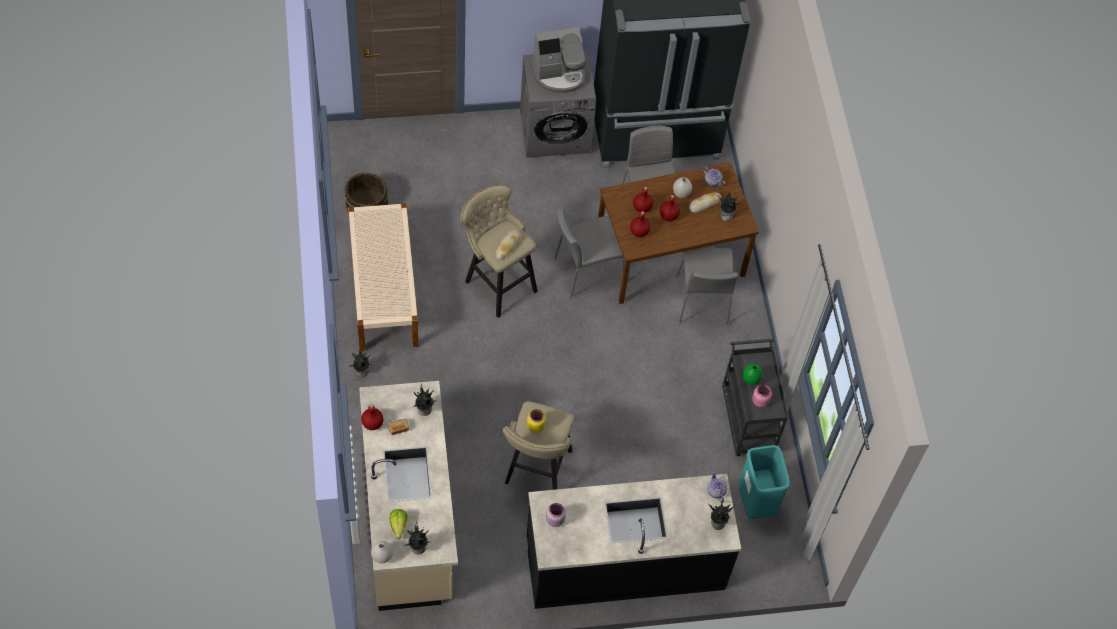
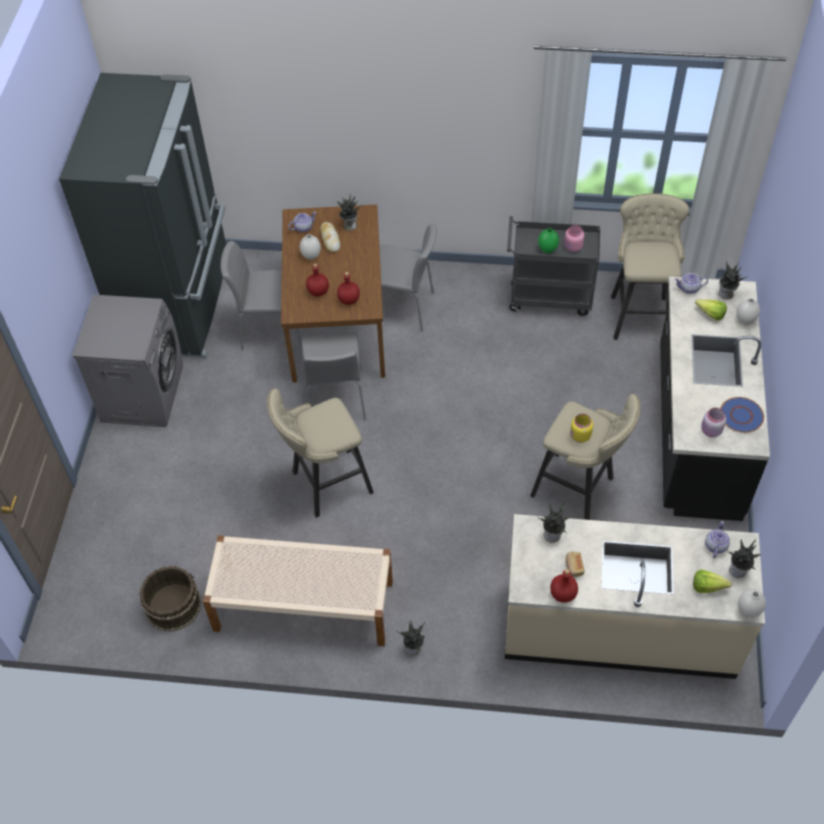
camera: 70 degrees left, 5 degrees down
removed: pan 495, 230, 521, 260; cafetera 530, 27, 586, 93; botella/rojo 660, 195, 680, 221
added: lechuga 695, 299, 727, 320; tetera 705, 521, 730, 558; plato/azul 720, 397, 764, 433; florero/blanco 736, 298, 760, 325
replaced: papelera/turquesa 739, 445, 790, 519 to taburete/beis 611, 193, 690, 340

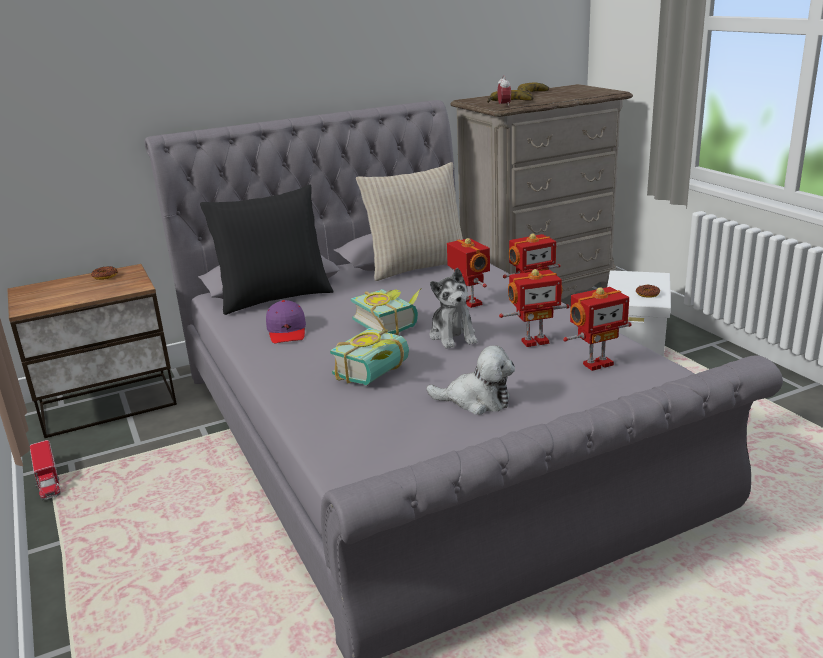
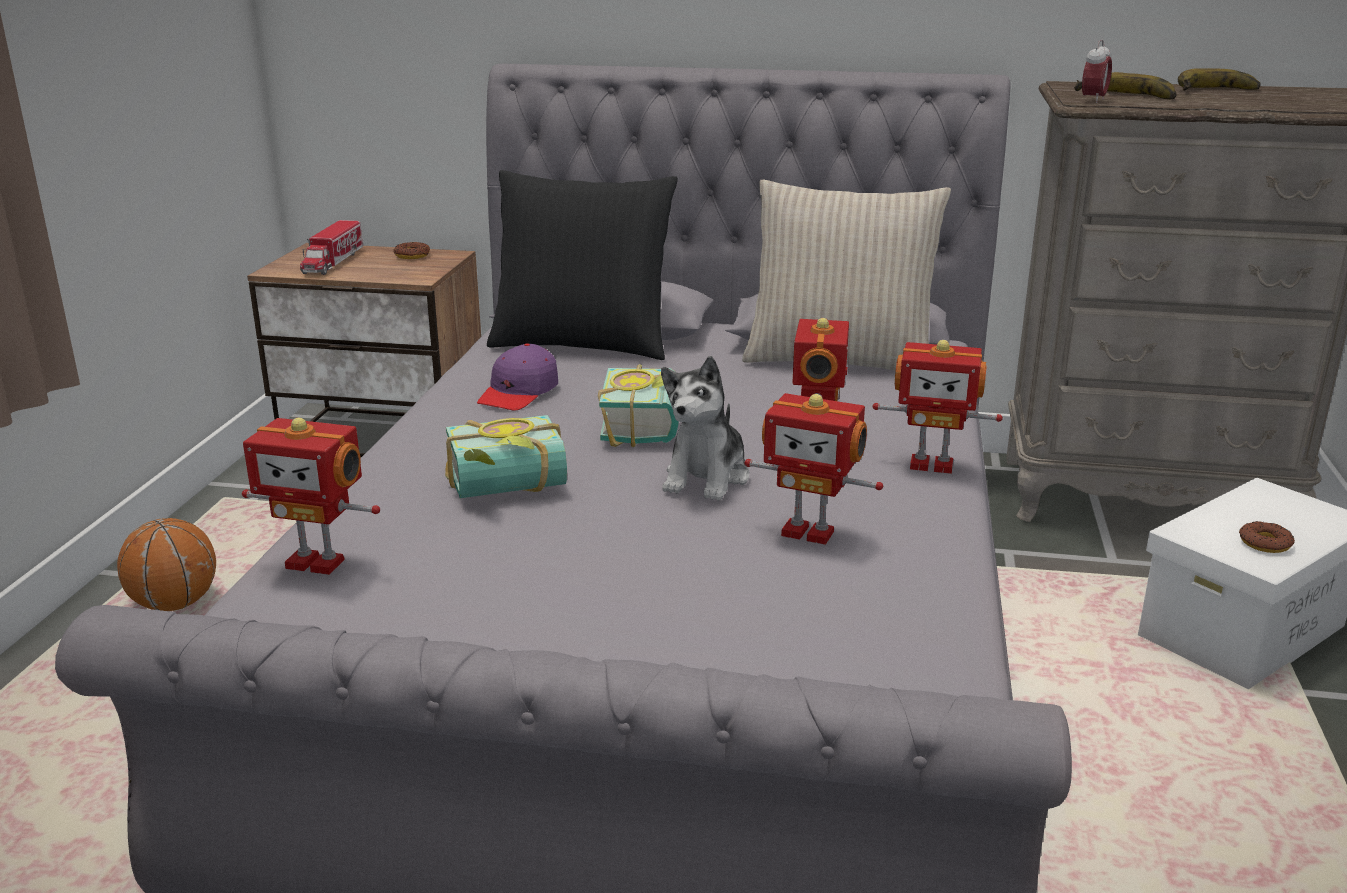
camera: 35 degrees right, 0 degrees up
removed: peluche 426, 346, 515, 415
added: balón de baloncesto 117, 518, 216, 611
moved: camión de juguete 30, 440, 61, 500 to 300, 220, 363, 275; robot de juguete 563, 287, 632, 371 to 242, 417, 380, 575

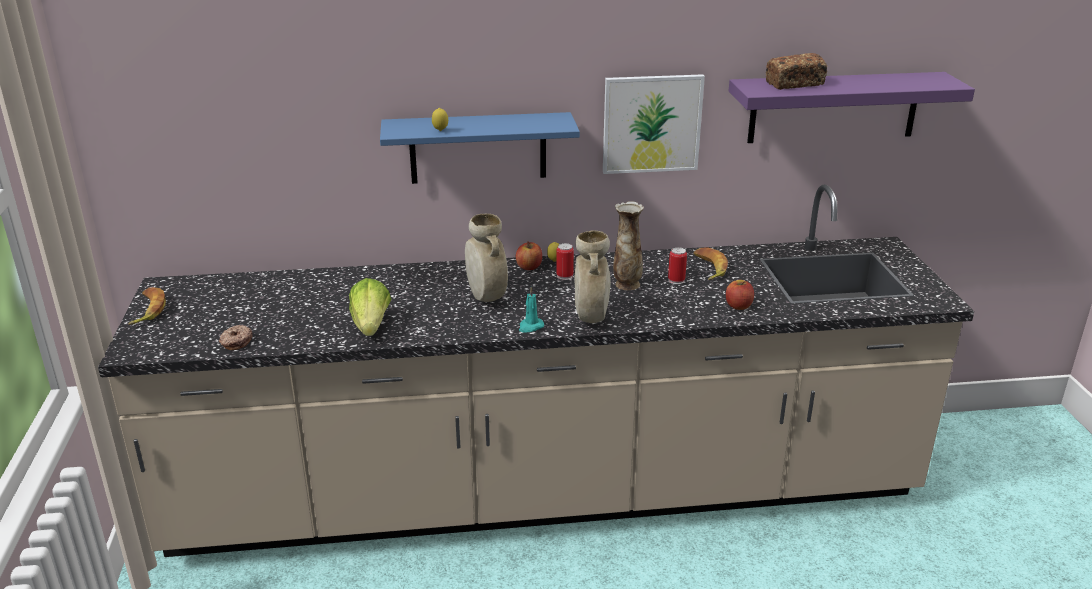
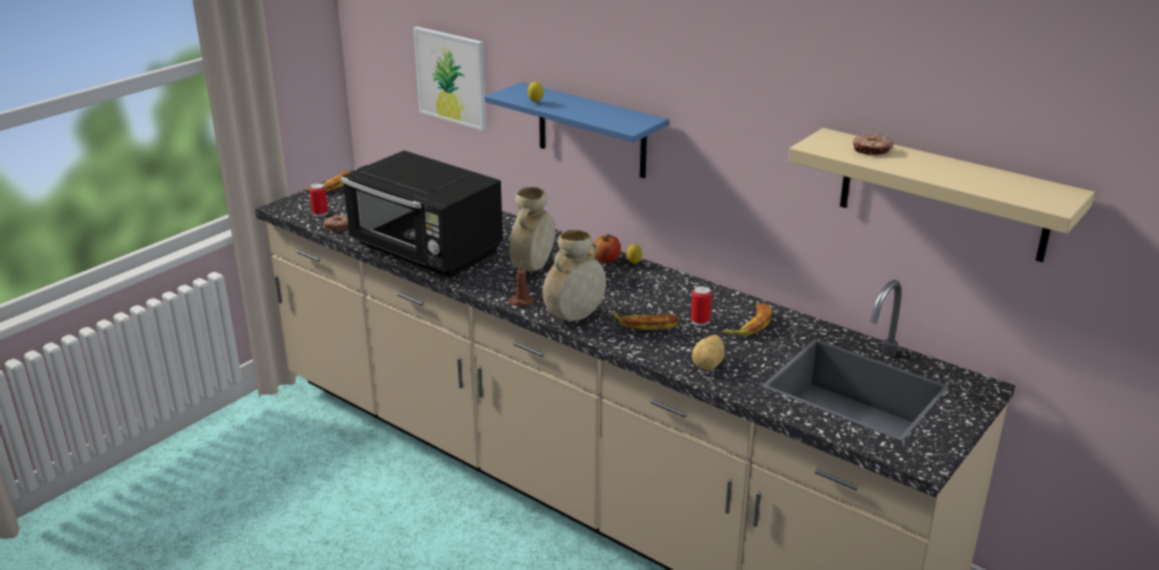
camera: 45 degrees right, 0 degrees up
removed: florero 613, 201, 644, 290
added: plátano 611, 311, 680, 330
moved: lata 556, 243, 574, 280 to 309, 183, 328, 217; cuadro 603, 74, 705, 174 to 413, 27, 487, 131
replaced: lechuga 349, 278, 391, 336 to microondas/negro 341, 151, 503, 278; manzana 726, 280, 754, 310 to patata 692, 335, 724, 371; pan 765, 53, 828, 90 to rosquilla 853, 134, 894, 155
recoloured: vela/turquesa 519, 287, 544, 333 to vela/marrón 507, 263, 534, 306; estante/morado 729, 72, 975, 143 to estante/beis 788, 128, 1095, 262

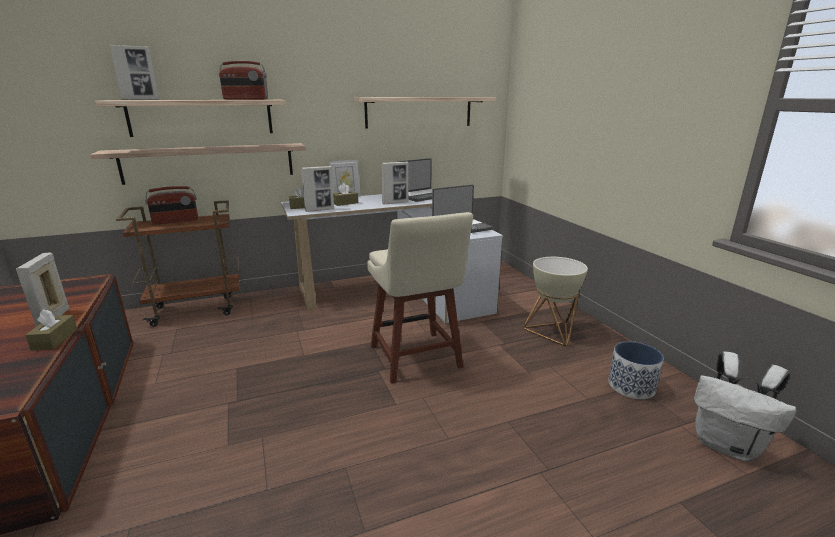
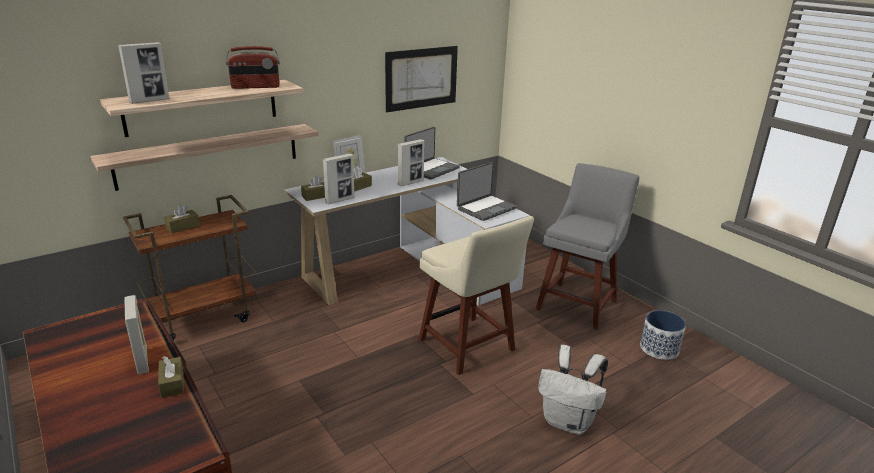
camera: 15 degrees left, 5 degrees up
moved: mochila/blanco 694, 351, 796, 461 to 538, 345, 608, 435
replaced: radio 145, 186, 198, 225 to caja de pañuelos/marrón 164, 205, 200, 233; estante 353, 97, 496, 128 to cuadro 385, 46, 458, 112; maceta 523, 257, 588, 346 to taburete/gris 536, 163, 640, 330

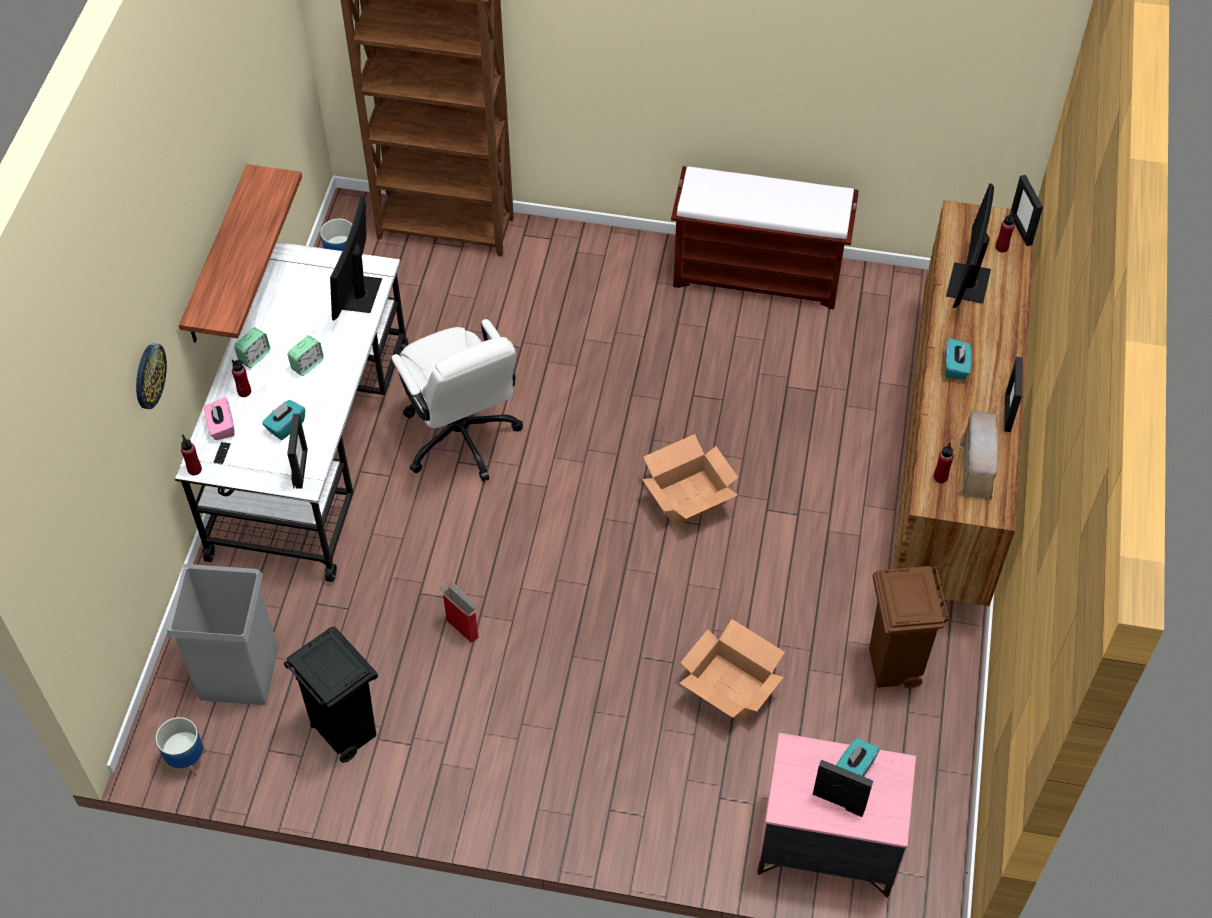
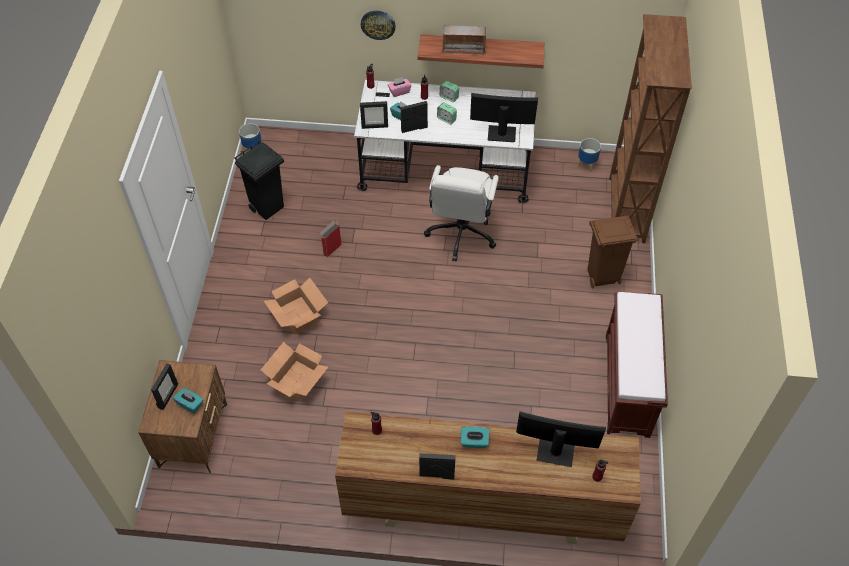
camera: 85 degrees right, 0 degrees up
removed: papelera/gris 167, 564, 278, 705
moved: caja de cartón 642, 434, 738, 527 to 264, 278, 328, 335; papelera/marrón 869, 566, 950, 688 to 587, 215, 638, 288; radio 958, 409, 998, 499 to 441, 25, 488, 55; portarretratos 1011, 175, 1043, 246 to 401, 101, 428, 133
recoloured: mesita de noche/rosa 757, 733, 916, 898 to mesita de noche/marrón 138, 360, 227, 473
turned: silla de oficina/blanco 392, 319, 523, 482 = 424, 165, 499, 261 45 degrees counterclockwise

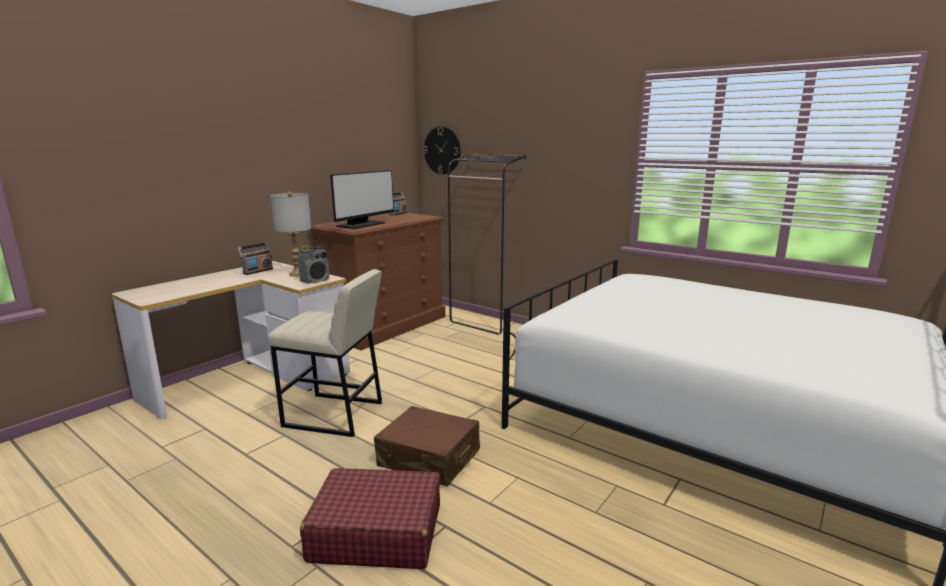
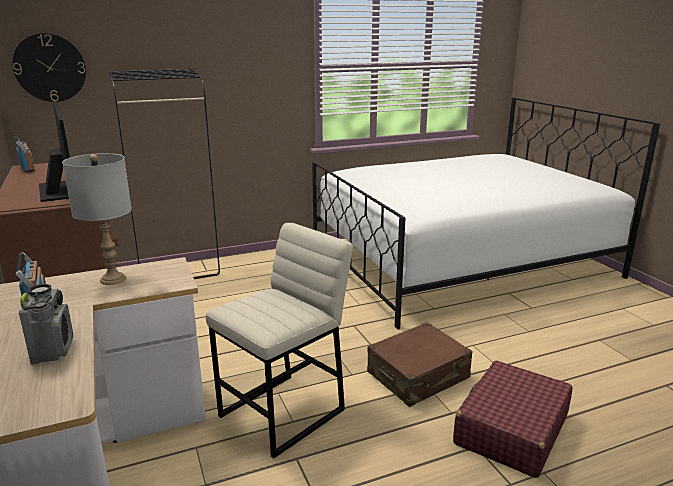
camera: 60 degrees left, 5 degrees up
moved: radio 297, 245, 329, 284 to 19, 284, 73, 364

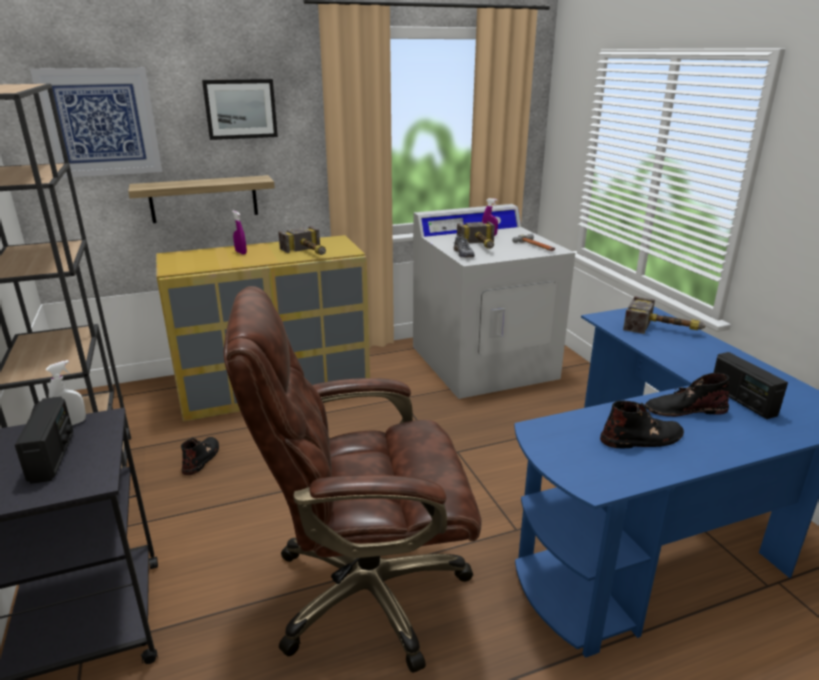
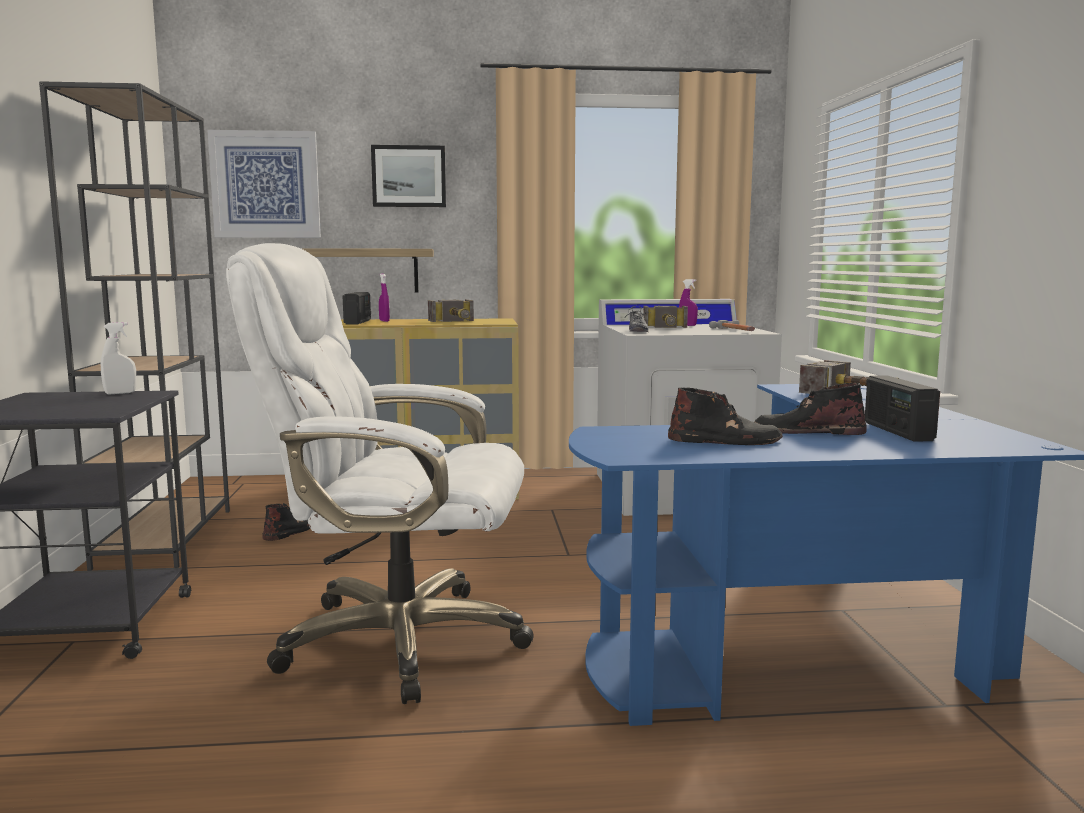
camera: 15 degrees right, 15 degrees down
moved: radio 15, 397, 74, 484 to 343, 292, 371, 325
recoloured: silla de oficina/marrón 223, 286, 481, 673 to silla de oficina/blanco 226, 243, 534, 704

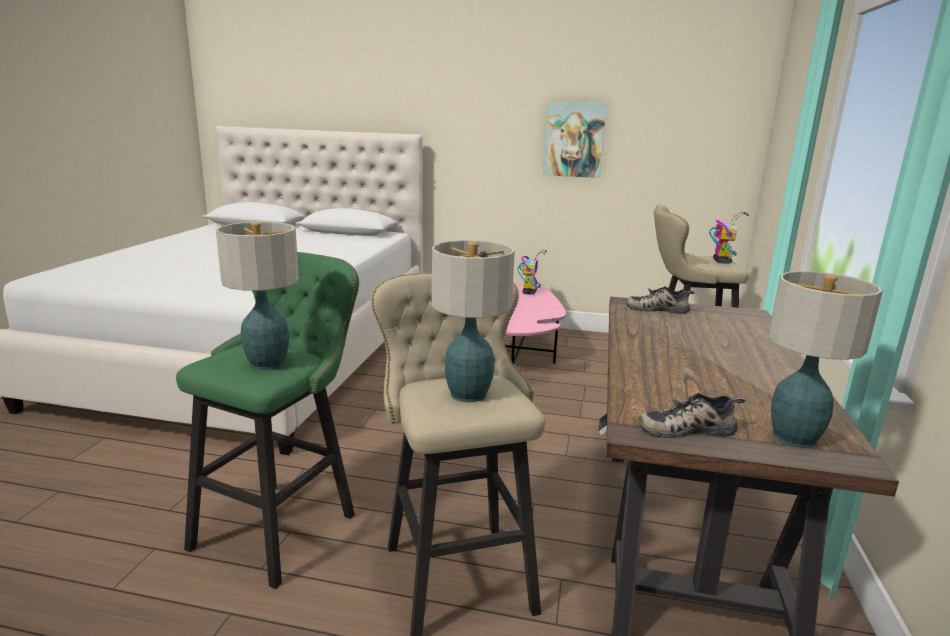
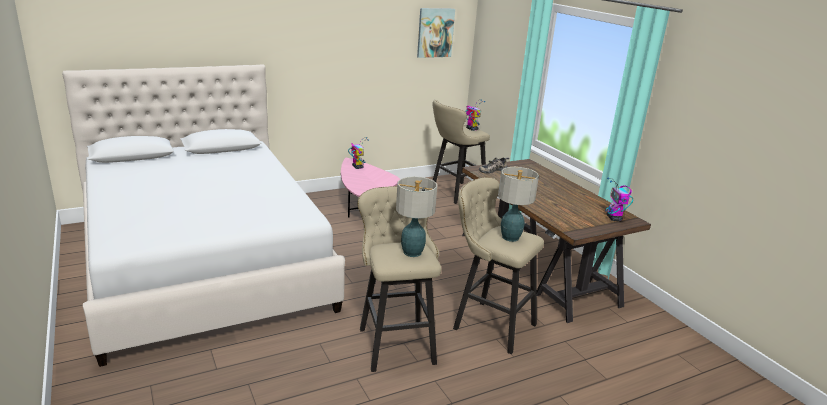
camera: 40 degrees left, 5 degrees up
removed: zapato 639, 393, 745, 438
moved: cuadro 543, 101, 607, 178 to 417, 8, 455, 58
replaced: lámpara de mesa 769, 271, 883, 448 to robot de juguete 605, 178, 633, 221
recoloured: taburete/verde 176, 252, 359, 589 to taburete/beis 357, 186, 441, 372

